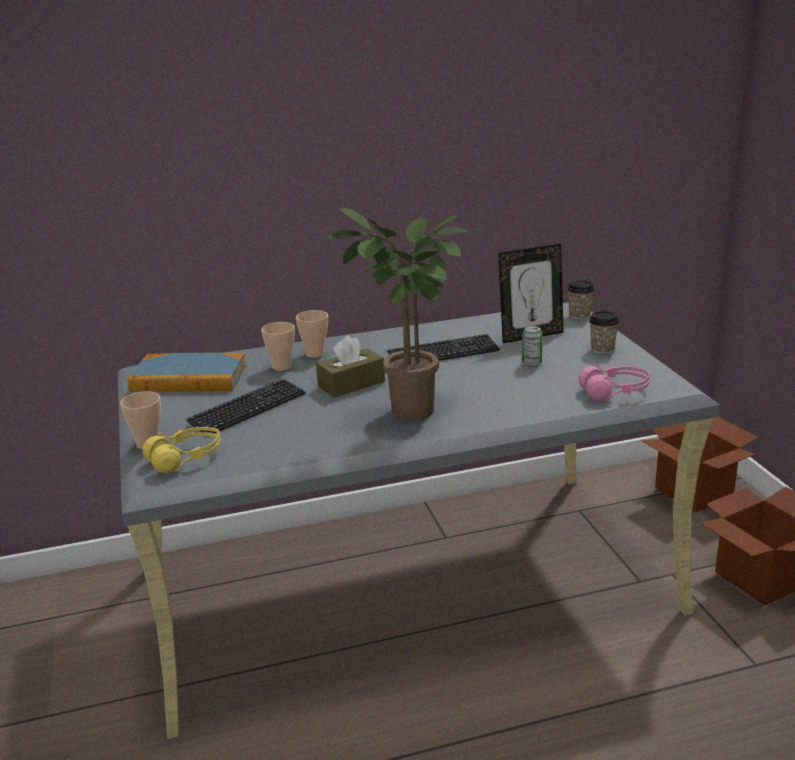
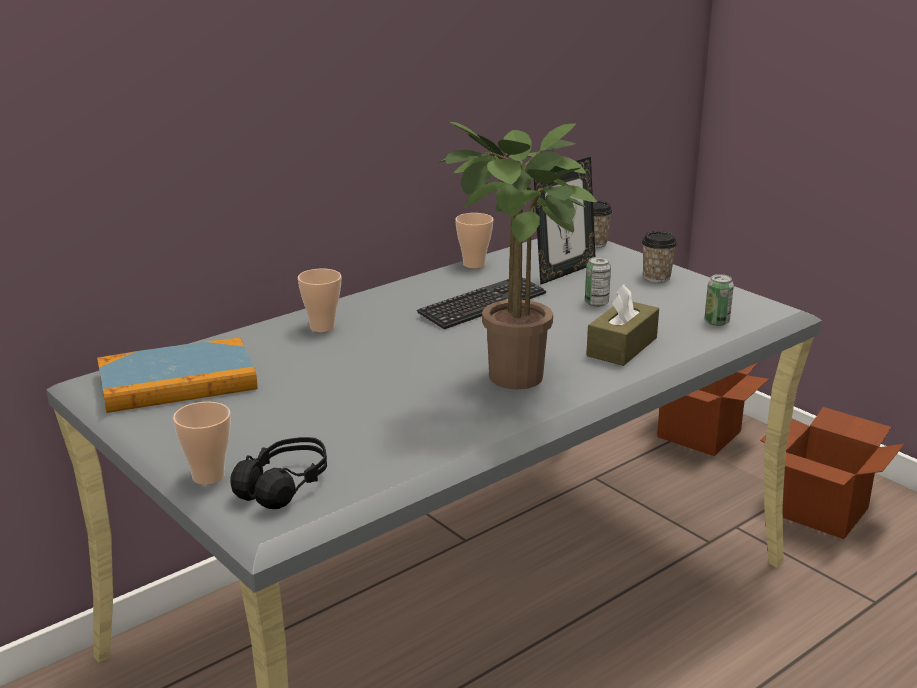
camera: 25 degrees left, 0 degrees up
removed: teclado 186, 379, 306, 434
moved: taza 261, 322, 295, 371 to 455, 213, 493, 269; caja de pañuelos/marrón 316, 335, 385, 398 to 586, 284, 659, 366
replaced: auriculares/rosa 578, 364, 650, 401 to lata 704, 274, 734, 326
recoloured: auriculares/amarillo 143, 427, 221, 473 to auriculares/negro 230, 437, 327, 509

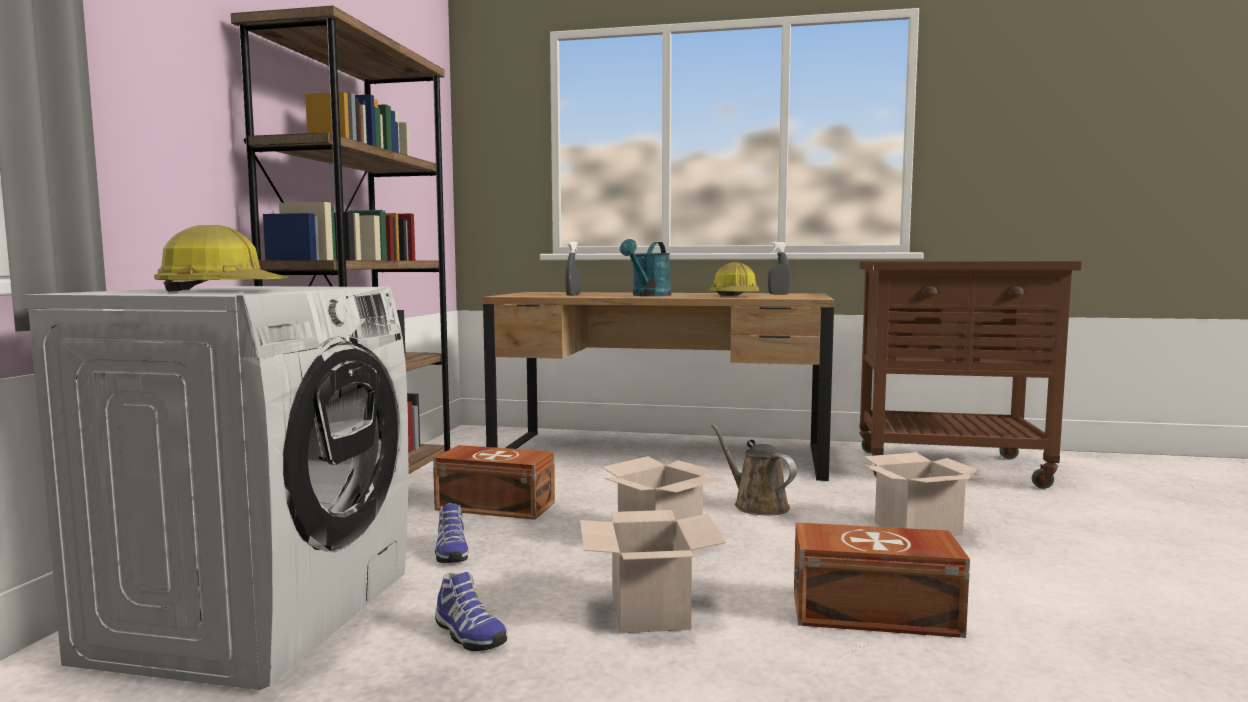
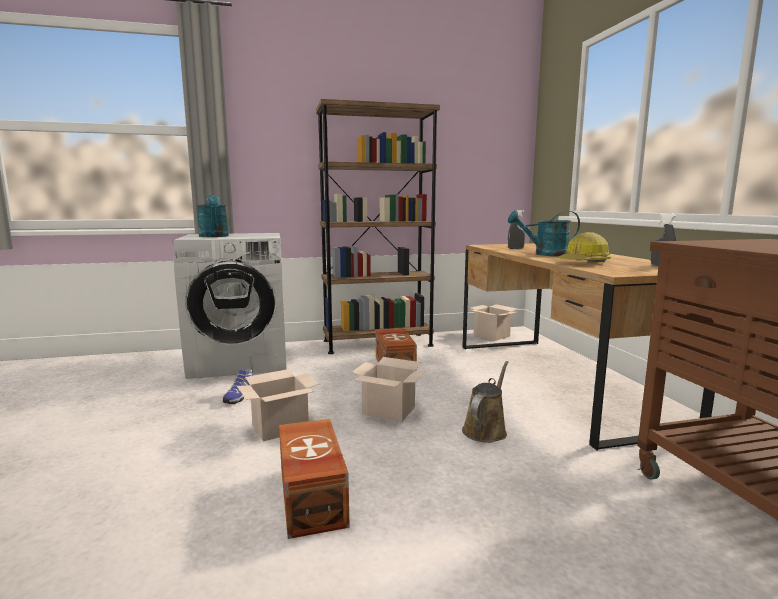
camera: 65 degrees right, 5 degrees up
removed: zapato 435, 503, 468, 563
moved: caja de cartón 863, 453, 984, 536 to 471, 304, 517, 341
replaced: casco 154, 225, 289, 291 to regadera/turquesa 196, 195, 229, 237

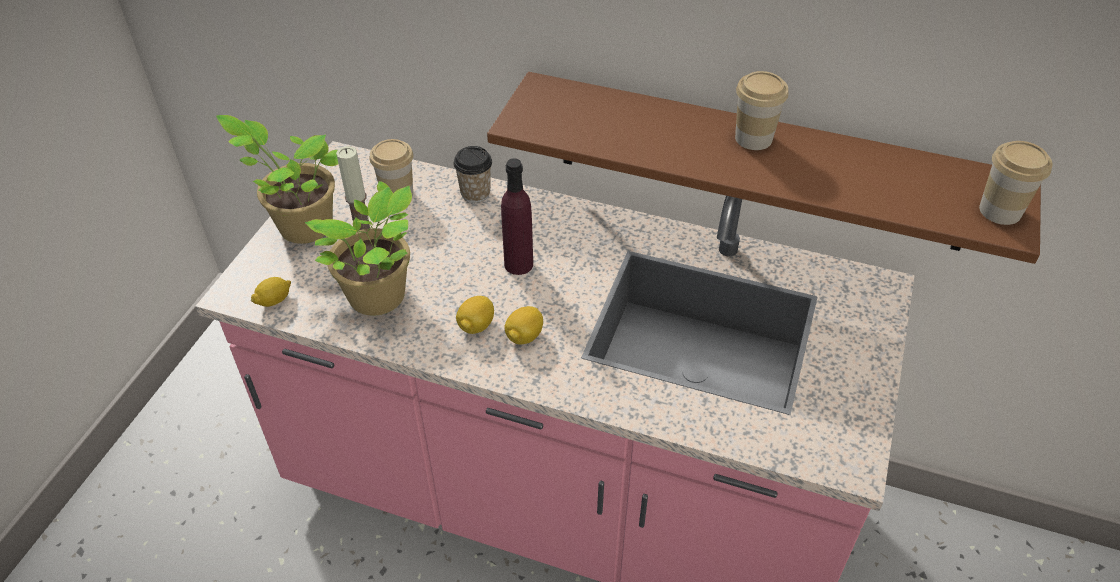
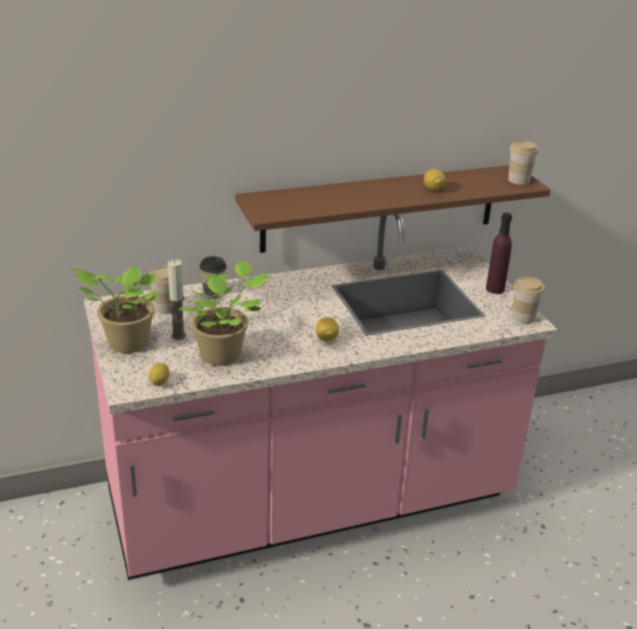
camera: 40 degrees left, 15 degrees down
moved: limón 456, 296, 494, 334 to 424, 169, 446, 190; botella/morado 501, 158, 533, 275 to 486, 212, 512, 294; taza 735, 71, 788, 150 to 512, 276, 545, 324

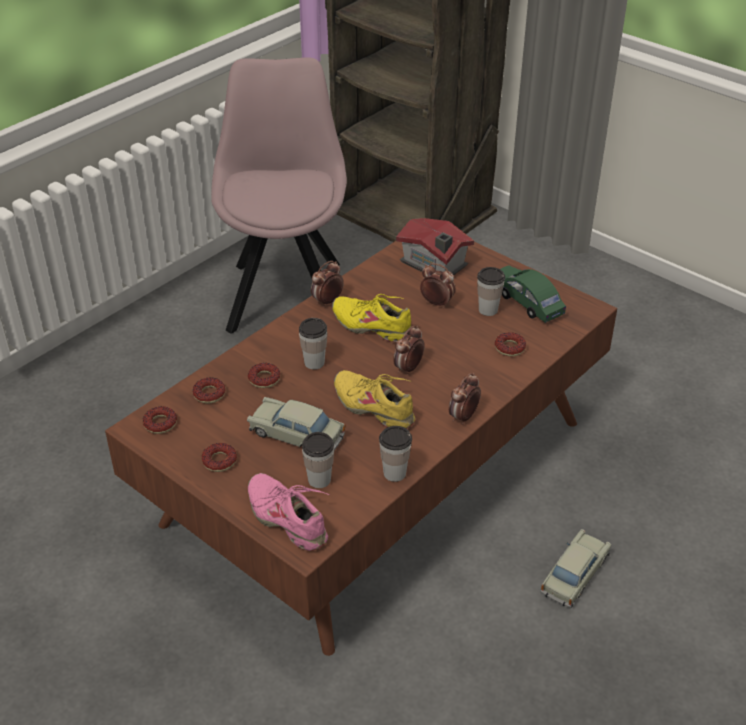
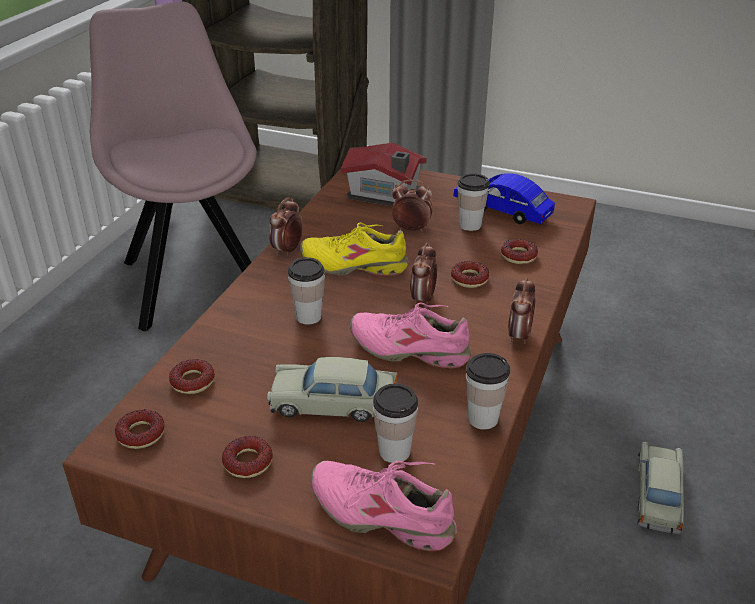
camera: 20 degrees left, 5 degrees down
moved: rosquilla 248, 363, 281, 388 to 451, 261, 489, 288
recoloured: zapato/amarillo 334, 370, 415, 429 to zapato/rosa 350, 302, 472, 368; coche de juguete/verde 500, 265, 566, 323 to coche de juguete/azul 453, 173, 555, 224

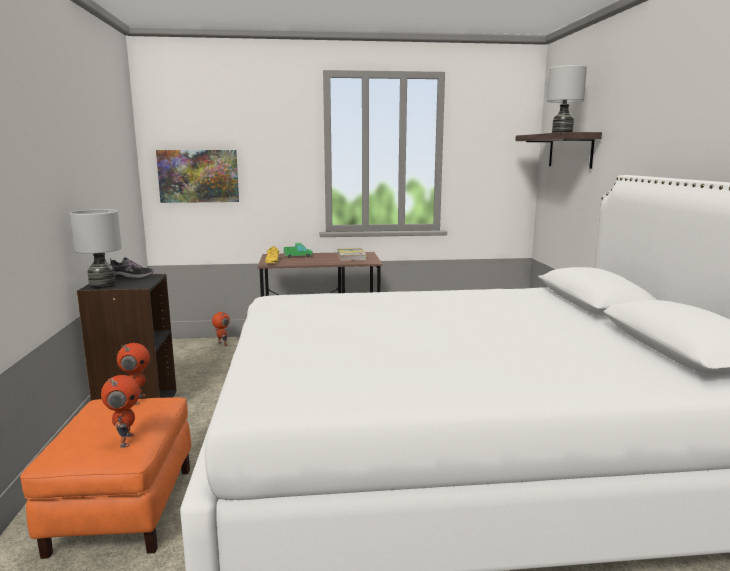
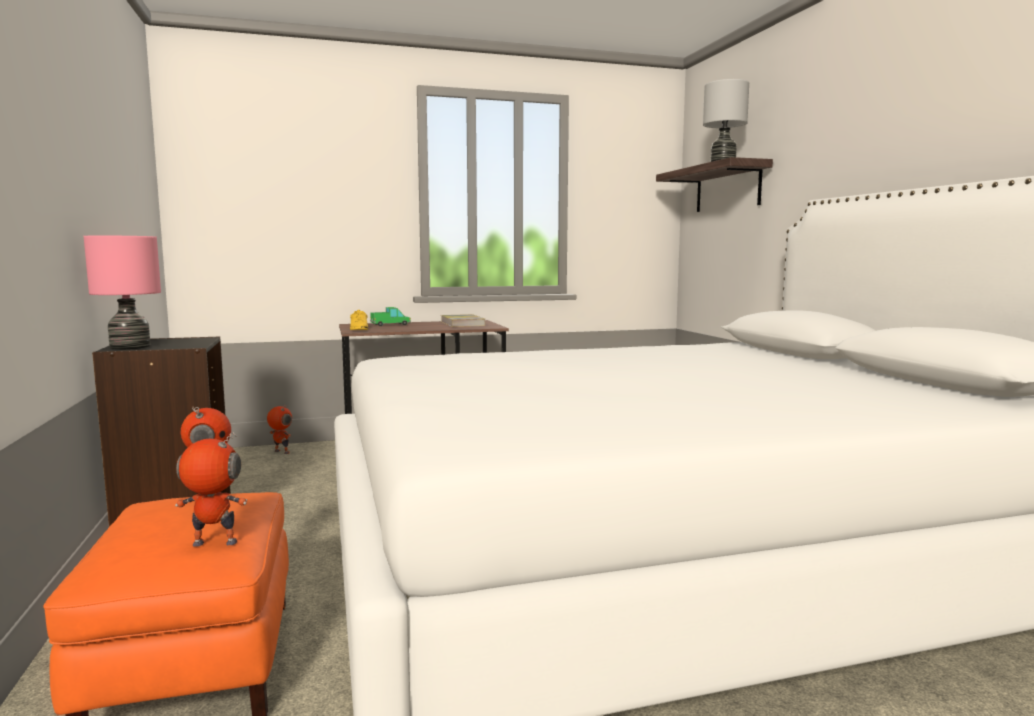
camera: 10 degrees left, 5 degrees down
removed: zapato 110, 257, 154, 278; cuadro 156, 150, 239, 203
recoloured: lámpara de mesa/gris 70, 209, 122, 288 to lámpara de mesa/rosa 84, 236, 161, 349
turned: robot de juguete 101, 375, 140, 448 = 175, 432, 247, 547 75 degrees counterclockwise

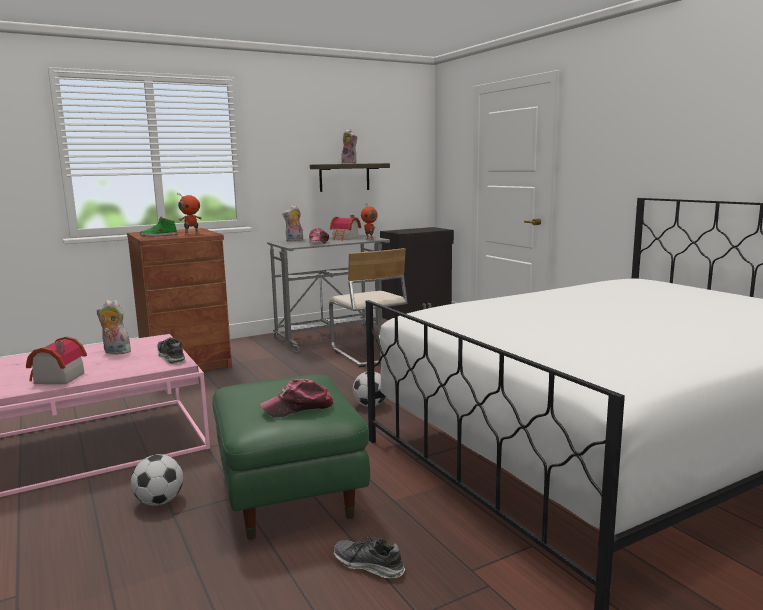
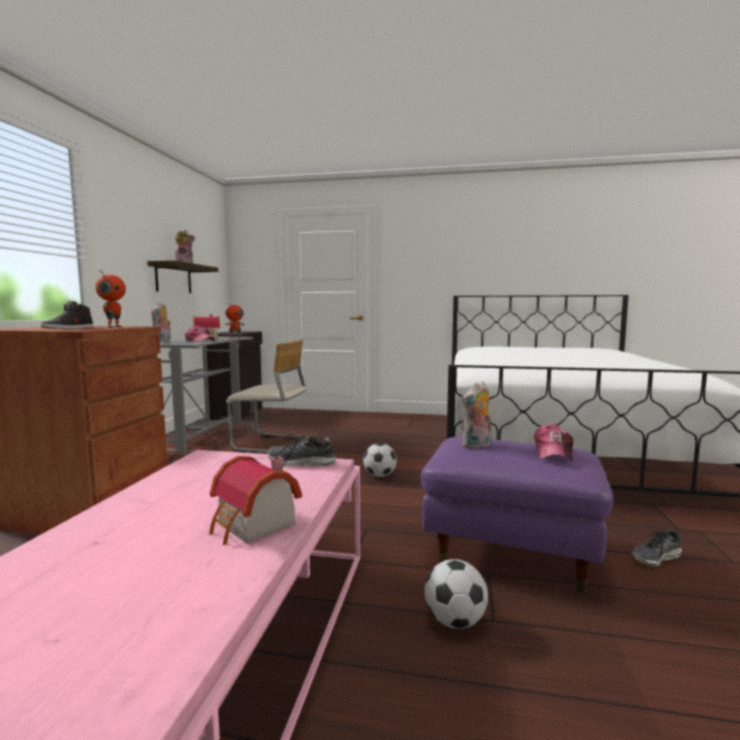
camera: 50 degrees left, 5 degrees down
moved: peluche 97, 300, 131, 354 to 461, 381, 492, 449
recoloured: zapato/verde 140, 216, 177, 236 to zapato/negro 41, 301, 93, 329; puf/verde 212, 375, 370, 540 to puf/morado 421, 437, 614, 593

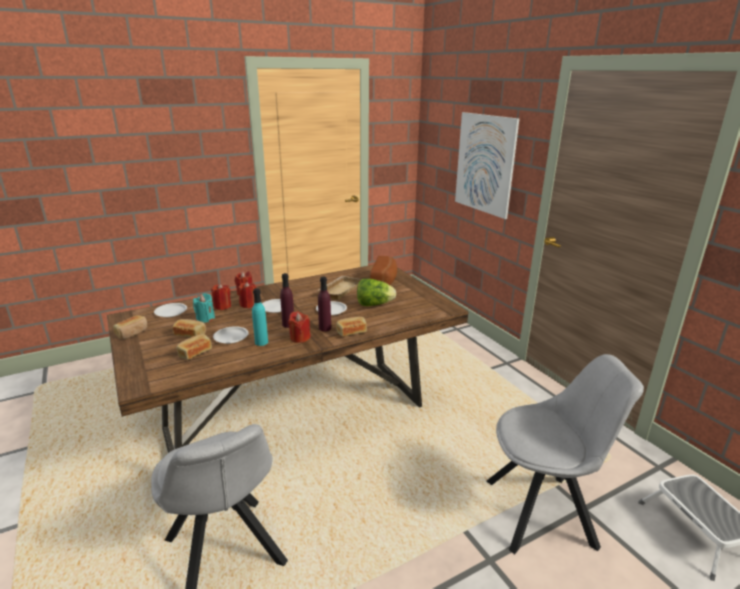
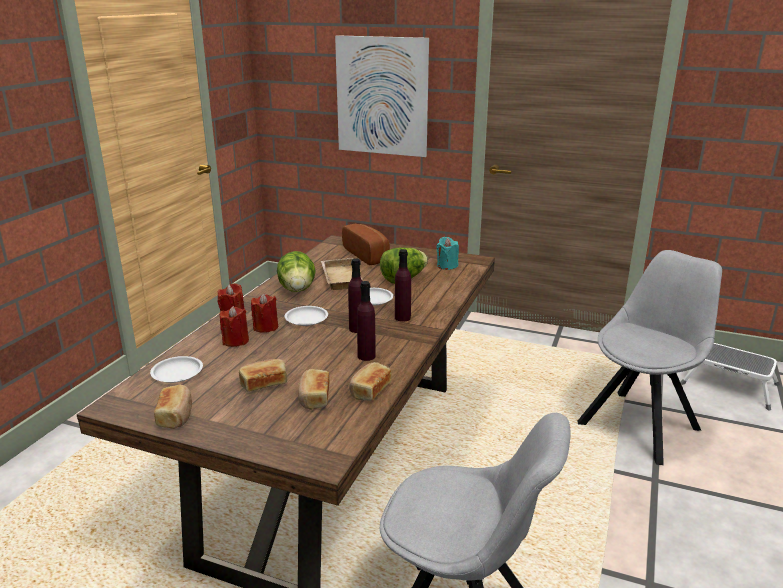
camera: 40 degrees left, 0 degrees up
removed: plato/blanco 213, 326, 249, 344; vela/rojo 288, 311, 311, 343
added: lechuga 277, 251, 316, 292
moved: vela/turquesa 193, 293, 215, 323 to 436, 237, 459, 270; pan 336, 317, 367, 336 to 349, 362, 392, 401
recoloured: botella/turquesa 252, 288, 268, 346 to botella/morado 357, 281, 376, 361

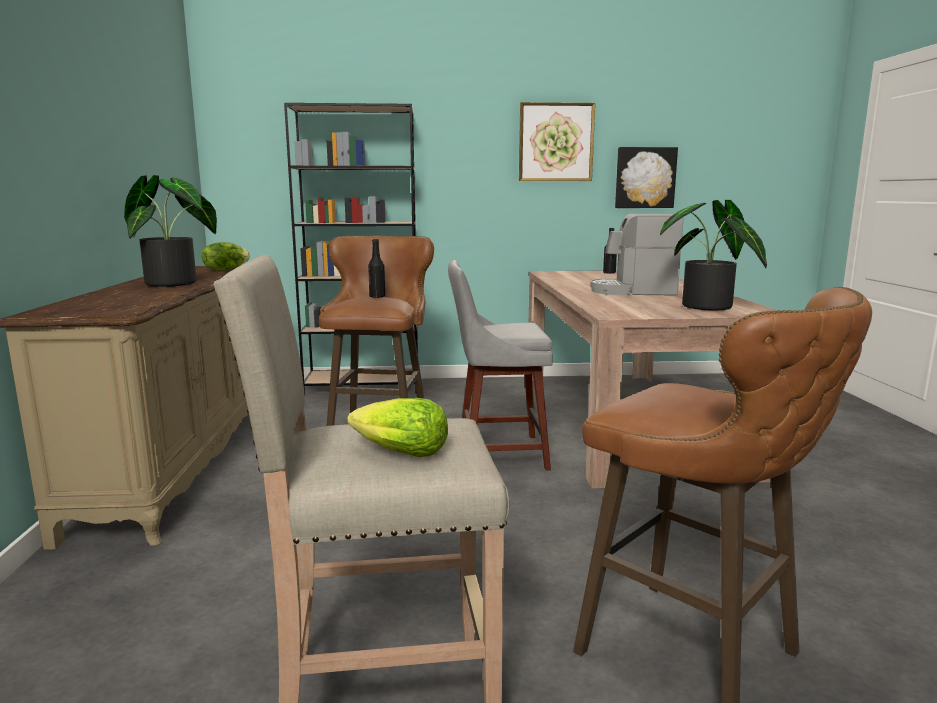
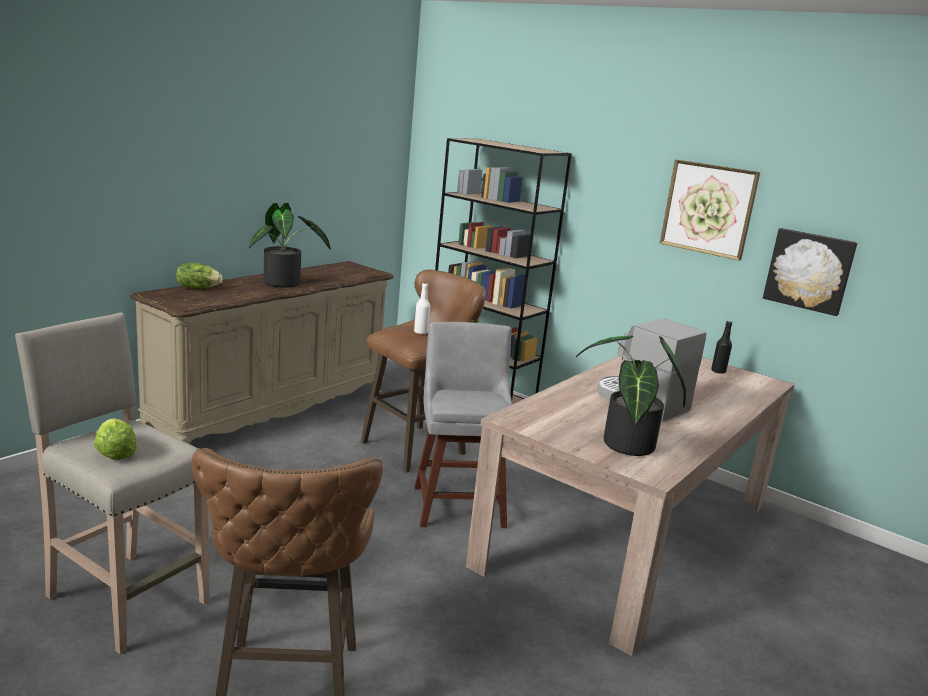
camera: 40 degrees right, 5 degrees up
moved: lechuga 202, 242, 250, 270 to 176, 263, 223, 289
recoloured: botella/negro 368, 239, 385, 298 to botella/blanco 414, 283, 430, 334
turned: silla/gris 448, 260, 553, 471 = 414, 322, 512, 528 45 degrees clockwise

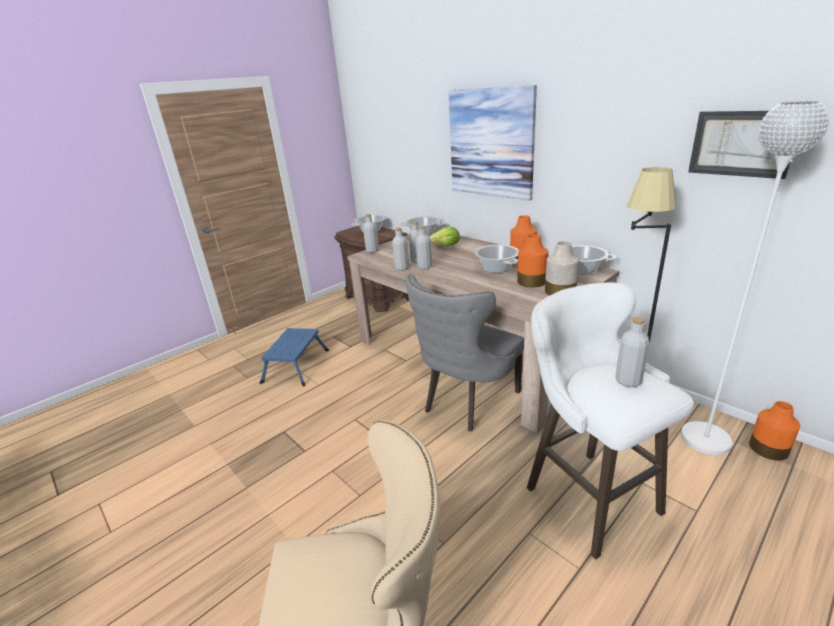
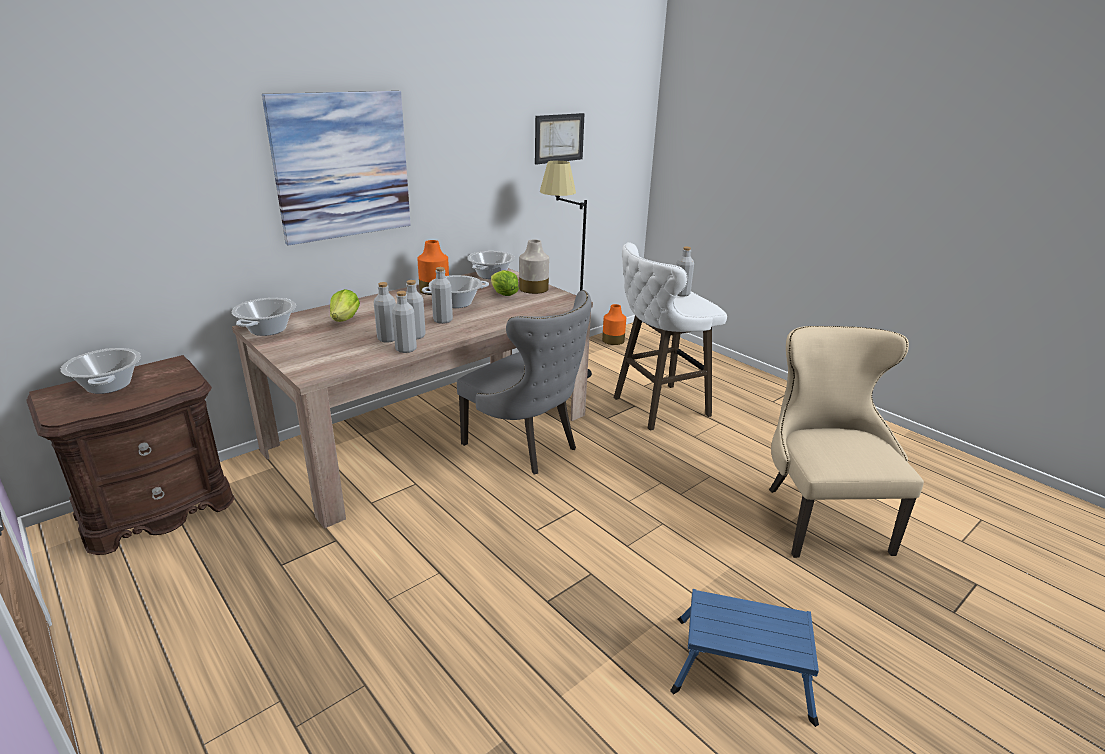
camera: 90 degrees left, 0 degrees up
removed: lámpara de pie/blanco 681, 101, 830, 455
moved: escalera de tijera/azul 260, 328, 329, 387 to 670, 589, 819, 727; botella/gris 363, 214, 379, 253 to 431, 267, 453, 324
replaced: florero/naranja 517, 234, 548, 287 to lechuga 491, 270, 519, 296

